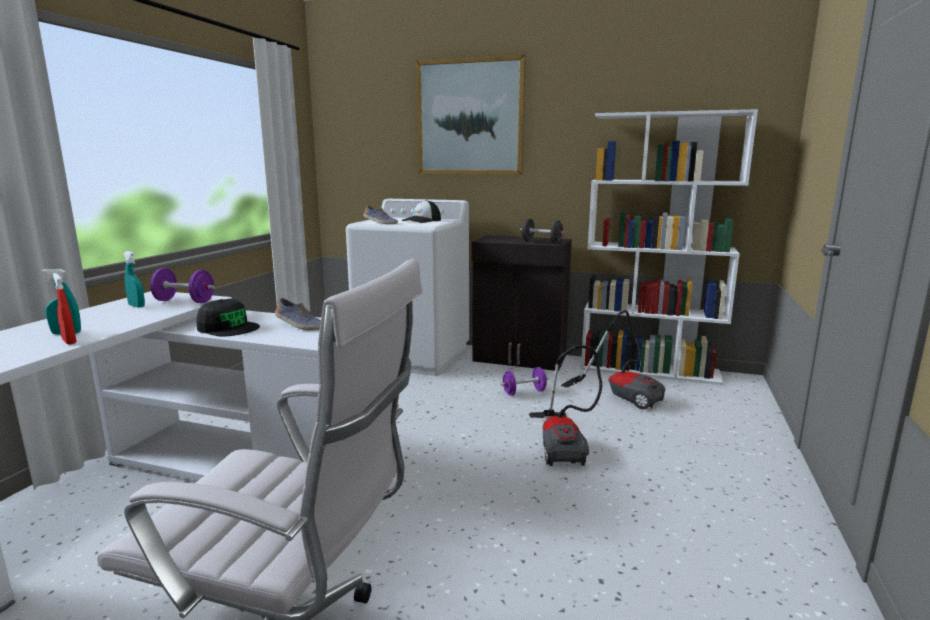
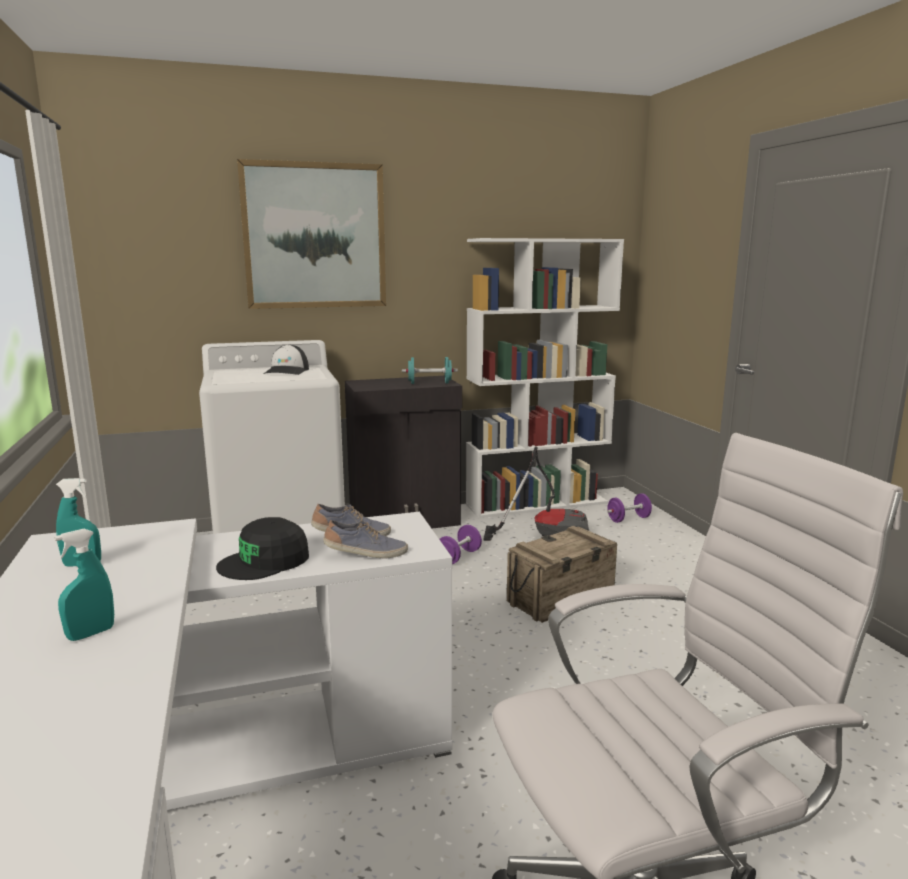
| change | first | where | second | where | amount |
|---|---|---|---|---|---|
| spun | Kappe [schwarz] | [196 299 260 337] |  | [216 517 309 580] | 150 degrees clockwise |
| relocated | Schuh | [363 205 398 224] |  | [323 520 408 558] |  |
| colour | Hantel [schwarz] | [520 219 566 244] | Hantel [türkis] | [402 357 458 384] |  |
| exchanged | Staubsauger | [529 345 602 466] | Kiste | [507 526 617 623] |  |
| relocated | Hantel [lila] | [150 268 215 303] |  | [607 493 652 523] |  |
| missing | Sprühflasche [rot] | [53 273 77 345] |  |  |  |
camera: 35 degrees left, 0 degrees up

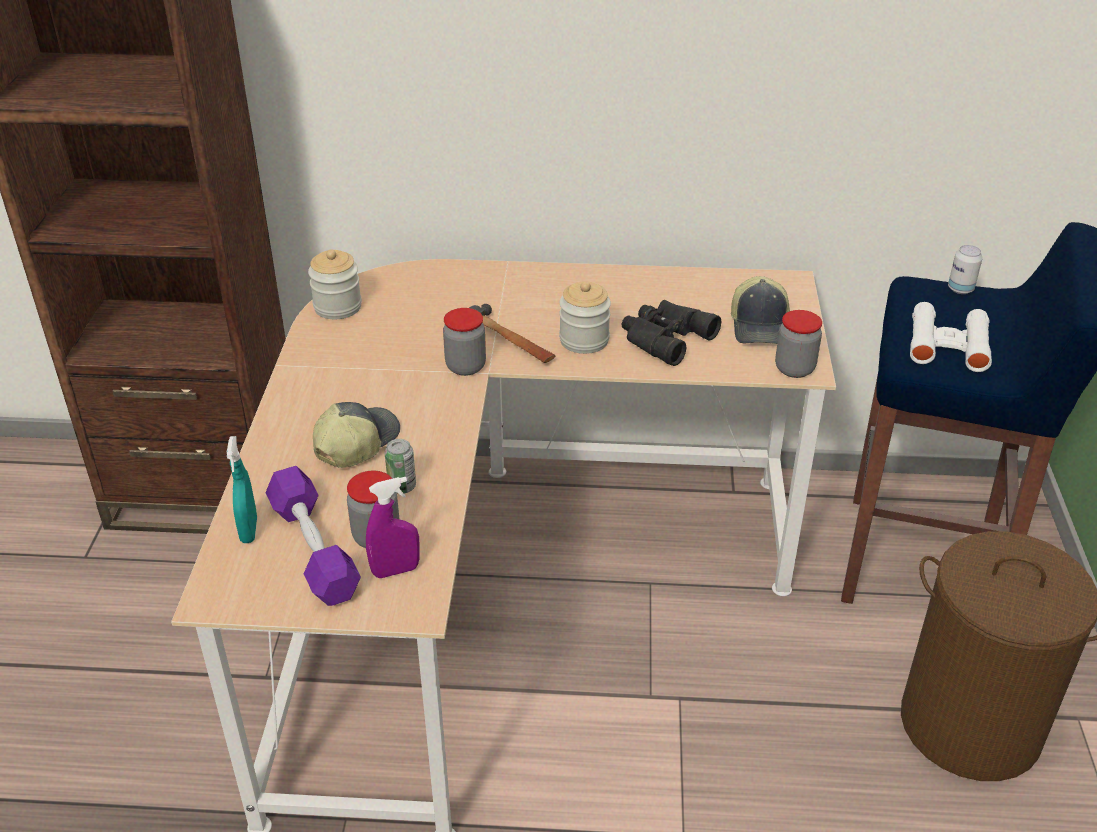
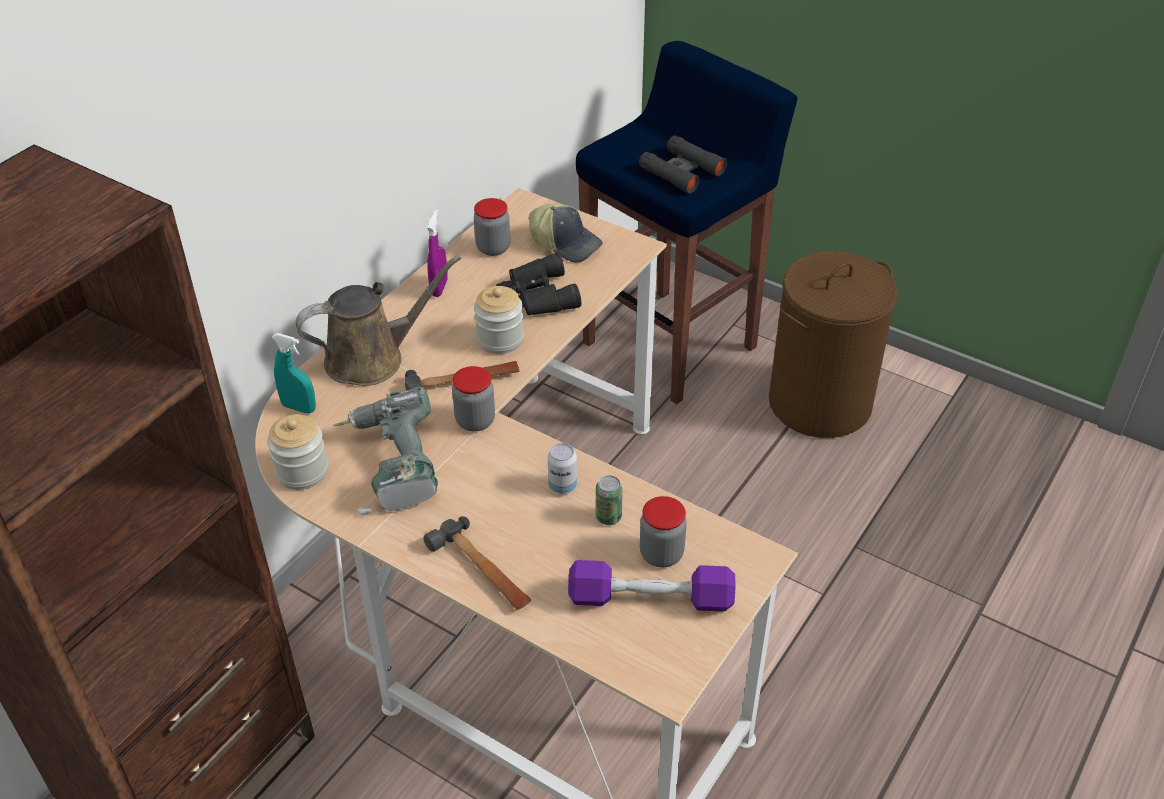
| change | first | where | second | where | amount |
|---|---|---|---|---|---|
| relocated | Sprühflasche [türkis] | [227 436 257 543] |  | [272 333 316 414] |  |
| appeared |  |  | Gießkanne [braun] | [296 255 461 386] |  |
| appeared |  |  | Bohrmaschine | [333 386 438 515] |  |
| appeared |  |  | Hammer | [423 516 531 610] |  |
| relocated | Sprühflasche [lila] | [366 477 420 578] |  | [427 209 448 297] |  |
| relocated | Vorratsglas | [775 310 822 378] |  | [474 198 510 256] |  |
| relocated | Dose | [948 245 983 294] |  | [548 443 577 494] |  |
| colour | Fernglas [weiß] | [910 302 992 372] | Fernglas [schwarz] | [639 135 727 194] |  |
| missing | Kappe | [313 402 400 468] |  |  |  |
camera: 60 degrees left, 5 degrees up

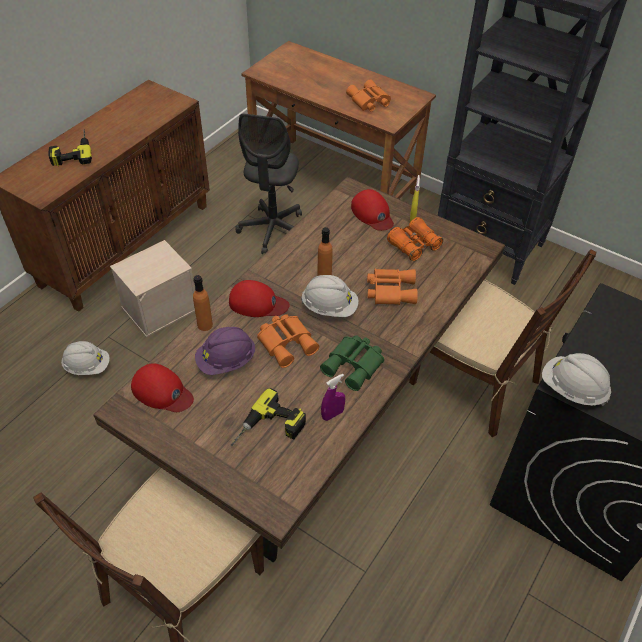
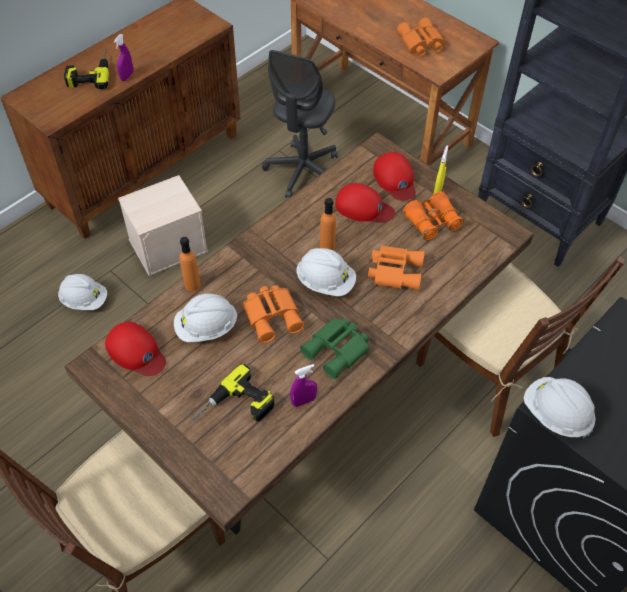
| change | first | where | second | where | amount |
|---|---|---|---|---|---|
| appeared |  |  | Sprühflasche [lila] | [114 34 133 81] |  |
| colour | Schutzhelm [lila] | [195 327 255 375] | Schutzhelm [weiß] | [174 294 238 342] |  |
| relocated | Kappe [rot] | [229 280 290 317] |  | [335 183 395 223] |  |
camera: 10 degrees right, 5 degrees up

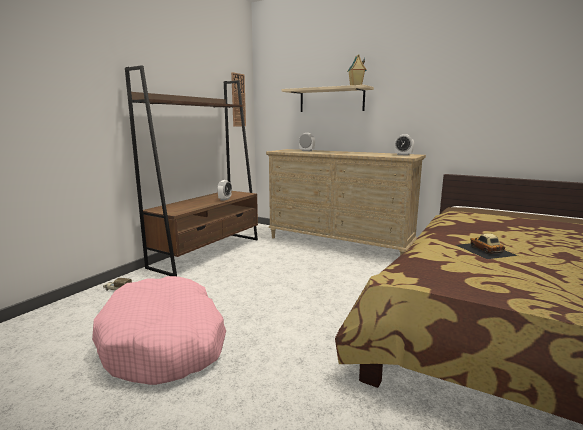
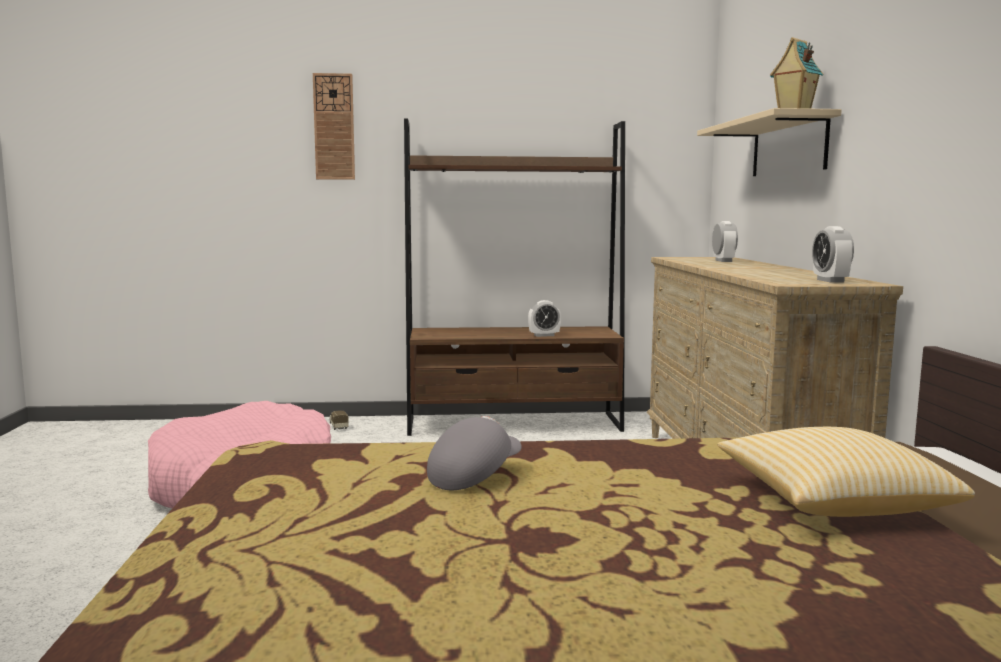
| change | first | where | second | where | amount |
|---|---|---|---|---|---|
| relocated | Wanduhr | [231 72 246 126] |  | [313 73 355 180] |  |
| exchanged | Spielzeugauto | [456 233 518 259] | Kappe [grau] | [427 416 522 490] |  |
| appeared |  |  | Kissen | [717 427 975 517] |  |
camera: 55 degrees right, 5 degrees down

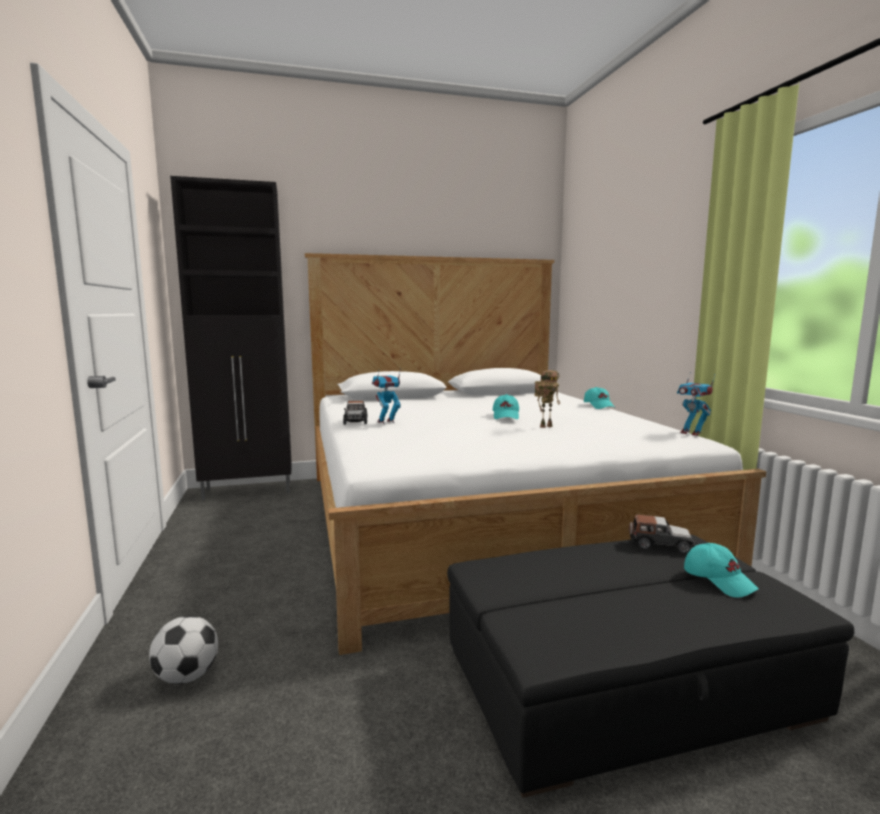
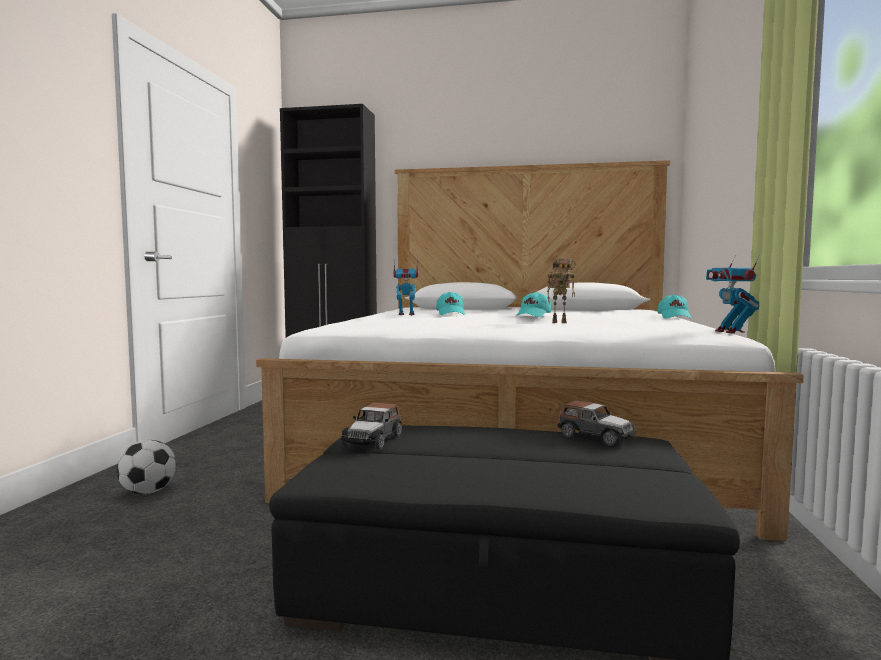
| change | first | where | second | where | amount |
|---|---|---|---|---|---|
| relocated | Spielzeugauto | [343 401 368 424] |  | [341 403 402 449] |  |
| relocated | Kappe [türkis] | [684 543 759 598] |  | [436 292 465 315] |  |
camera: 25 degrees right, 5 degrees down

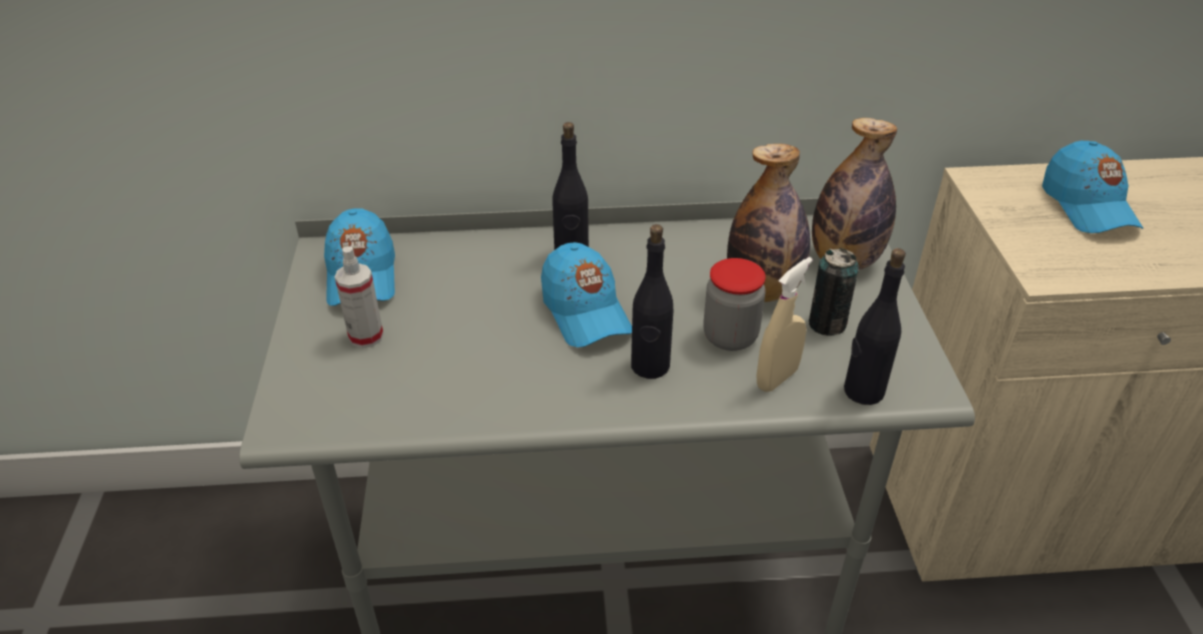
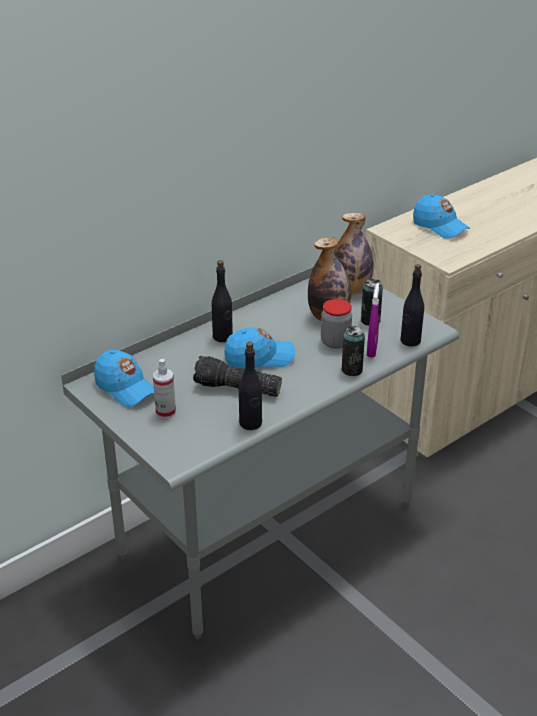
| change | first | where | second | where | amount |
|---|---|---|---|---|---|
| appeared |  |  | Taschenlampe | [193 356 282 396] |  |
| spun | Kappe [blau] | [541 242 632 347] |  | [224 327 295 369] | 45 degrees counterclockwise |
| relocated | Flasche [schwarz] | [631 224 673 379] |  | [239 342 262 430] |  |
| appeared |  |  | Dose | [342 326 365 376] |  |
| colour | Sprühflasche [beige] | [756 257 813 392] | Sprühflasche [lila] | [367 283 379 358] |  |
camera: 35 degrees left, 5 degrees down

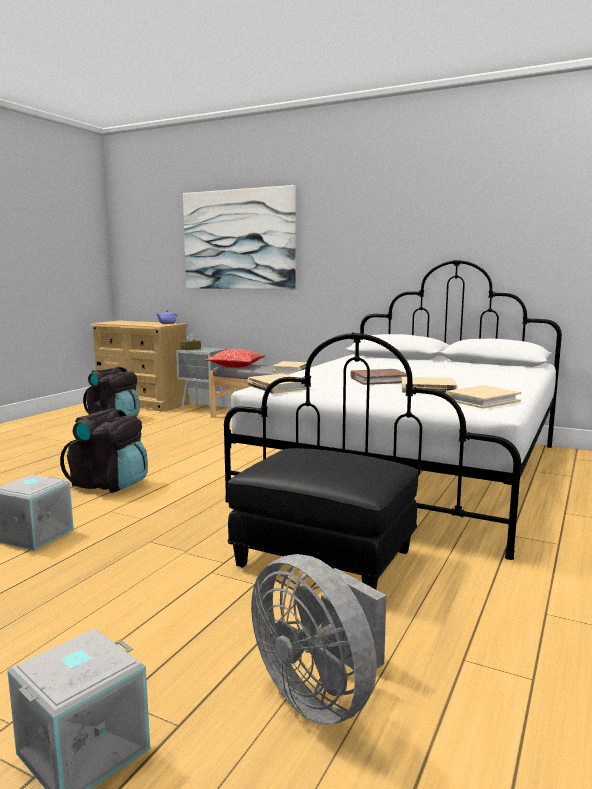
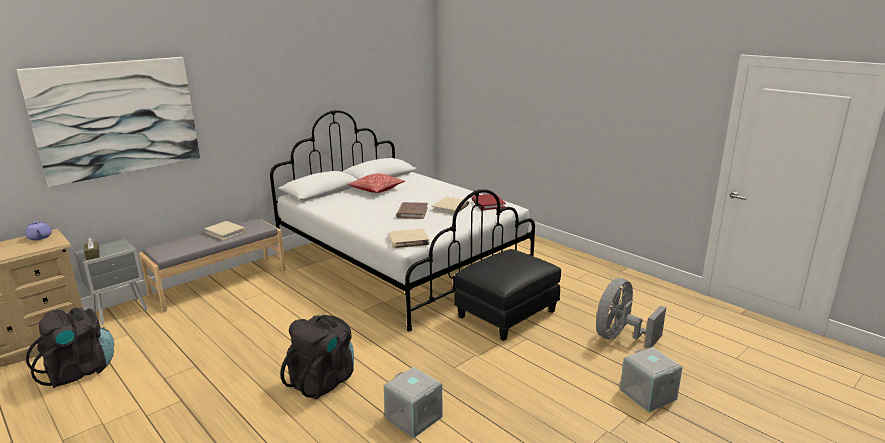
| change | first | where | second | where | amount |
|---|---|---|---|---|---|
| relocated | Kissen | [206 349 266 367] |  | [348 174 405 193] |  |
| colour | Buch [beige] | [446 385 521 408] | Buch [rot] | [472 194 506 210] |  |
| spun | Ventilator [grau] | [251 554 386 725] |  | [596 278 666 348] | 150 degrees clockwise |
camera: 70 degrees left, 10 degrees up

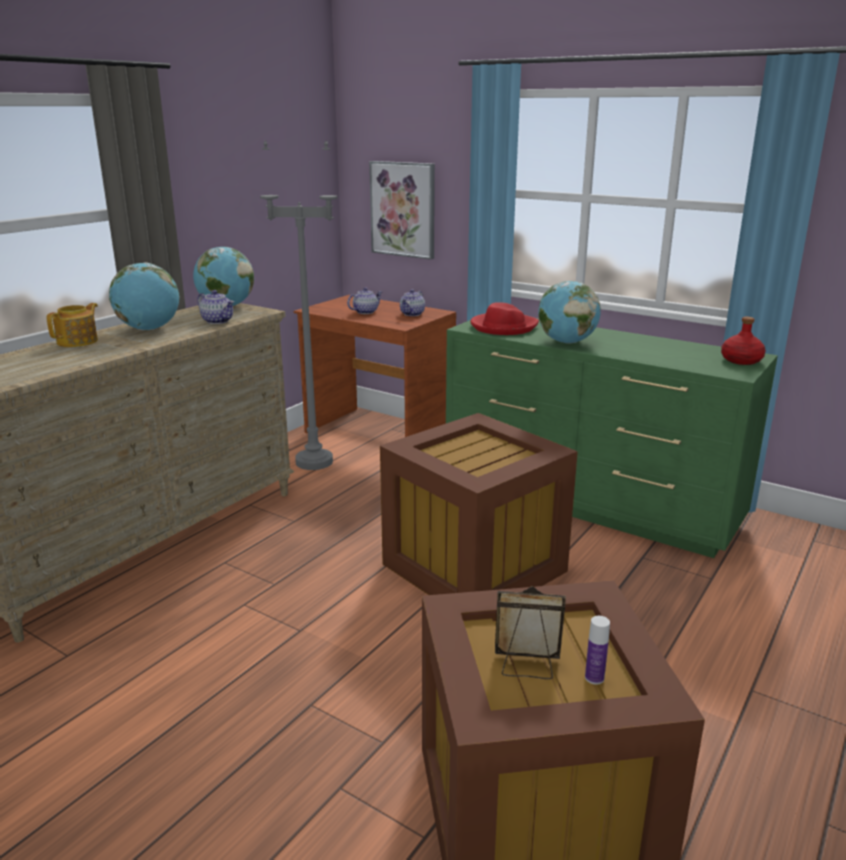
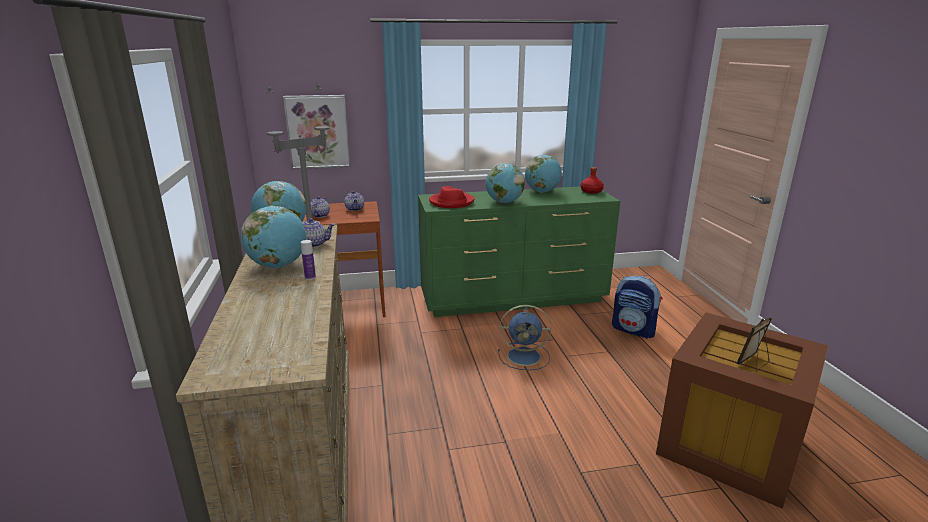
| change | first | where | second | where | amount |
|---|---|---|---|---|---|
| relocated | Flasche | [585 616 610 685] |  | [301 240 316 280] |  |
| exchanged | Aufbewahrungsbox [braun] | [380 413 578 595] | Ventilator [blau] | [498 305 551 370] |  |
| appeared |  |  | Globus | [525 155 562 192] |  |
| appeared |  |  | Rucksack | [612 275 663 339] |  |
| missing | Teekanne | [46 303 98 347] |  |  |  |
camera: 45 degrees left, 0 degrees up

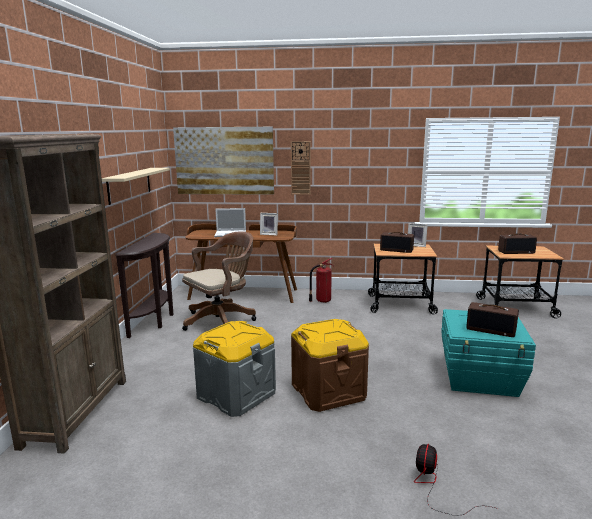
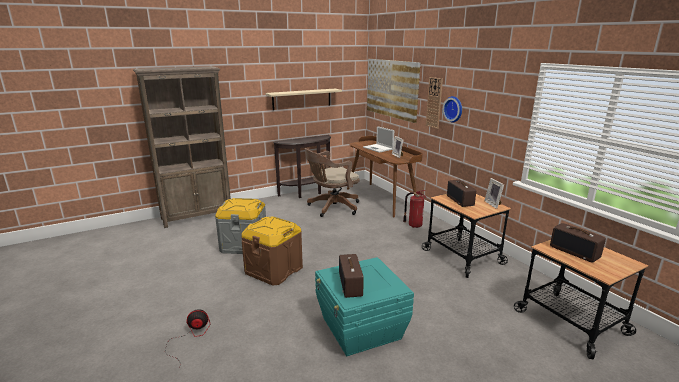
| change | first | where | second | where | amount |
|---|---|---|---|---|---|
| spun | Bürostuhl [braun] | [182 231 256 331] |  | [305 148 360 217] | 135 degrees clockwise |
| appeared |  |  | Wanduhr | [443 96 462 123] |  |
camera: 55 degrees right, 5 degrees up

